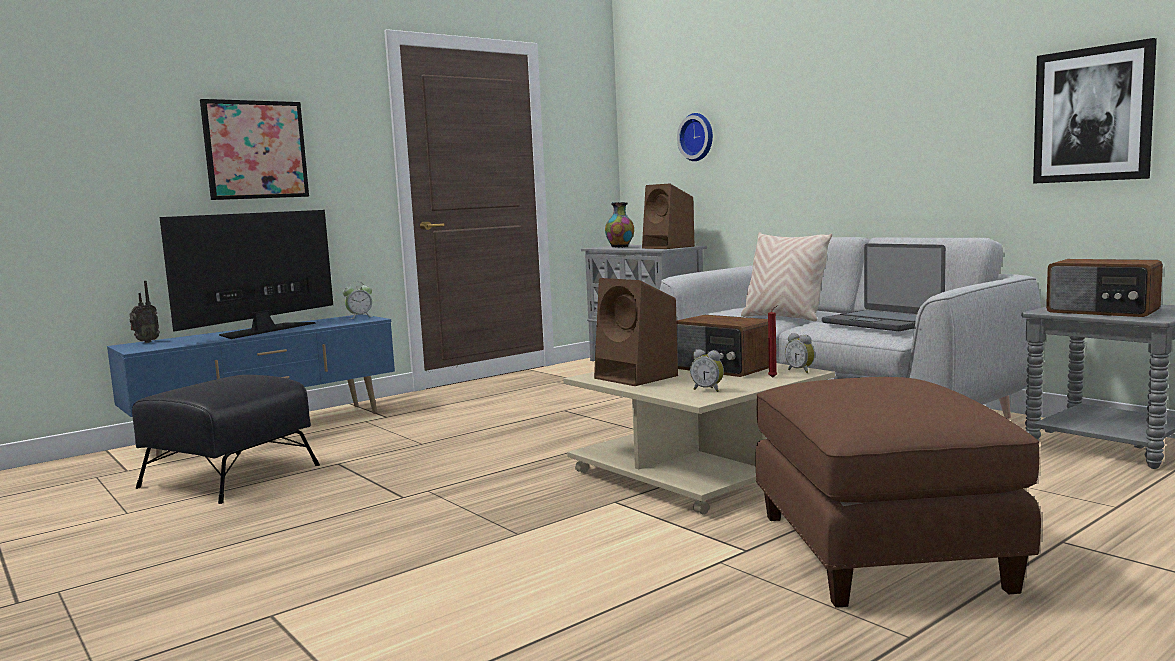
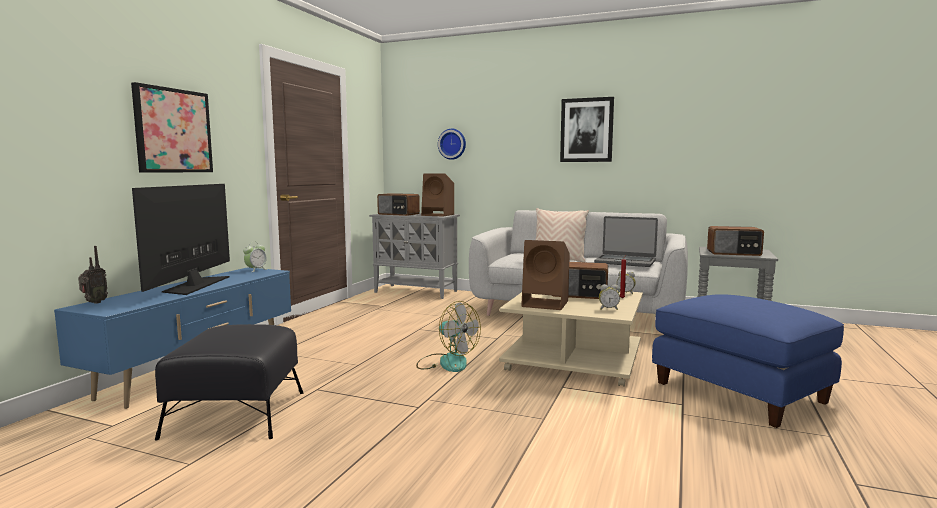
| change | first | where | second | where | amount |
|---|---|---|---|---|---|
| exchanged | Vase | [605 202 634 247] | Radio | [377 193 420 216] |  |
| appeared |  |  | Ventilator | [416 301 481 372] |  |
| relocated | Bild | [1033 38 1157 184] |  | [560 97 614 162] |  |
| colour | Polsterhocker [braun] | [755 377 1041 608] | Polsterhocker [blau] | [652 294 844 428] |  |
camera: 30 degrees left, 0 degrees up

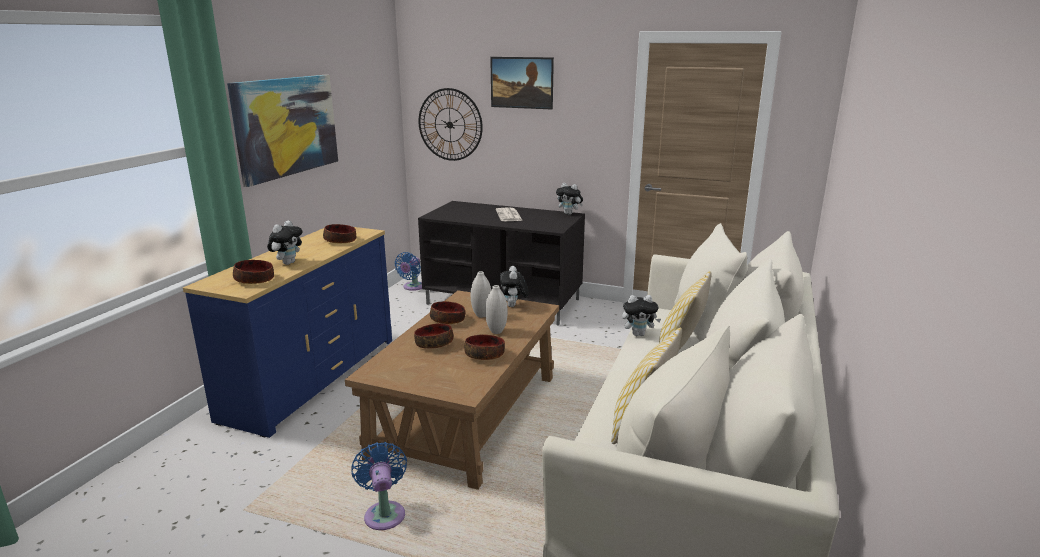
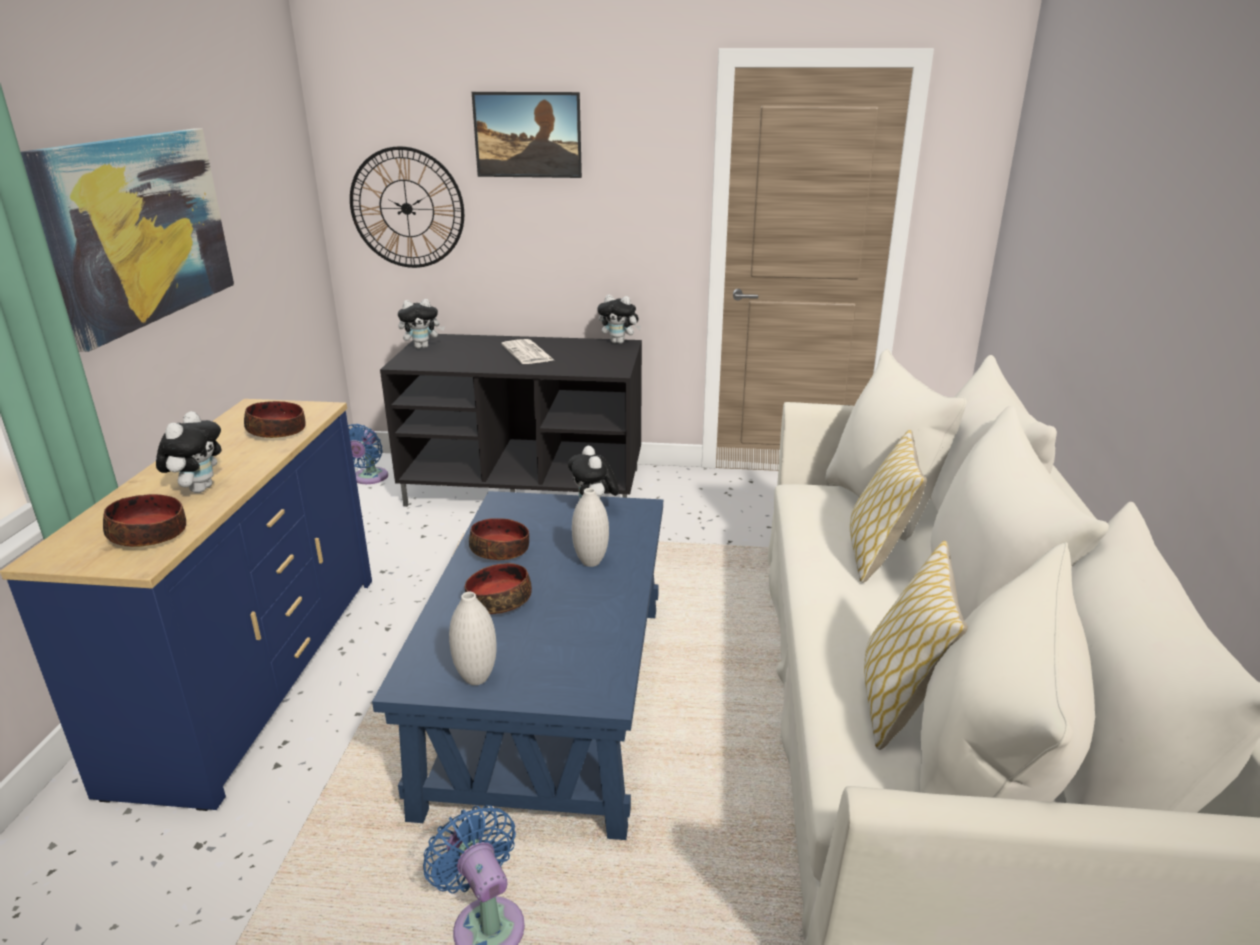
| change | first | where | second | where | amount |
|---|---|---|---|---|---|
| colour | Couchtisch [braun] | [345 290 559 490] | Couchtisch [blau] | [372 491 663 840] |  |
| relocated | Plüschtier | [622 295 661 336] |  | [398 299 445 349] |  |
| relocated | Vase [weiß] | [471 271 491 318] |  | [449 592 496 685] |  |
| missing | Schüssel | [464 334 505 360] |  |  |  |
camera: 15 degrees left, 5 degrees up

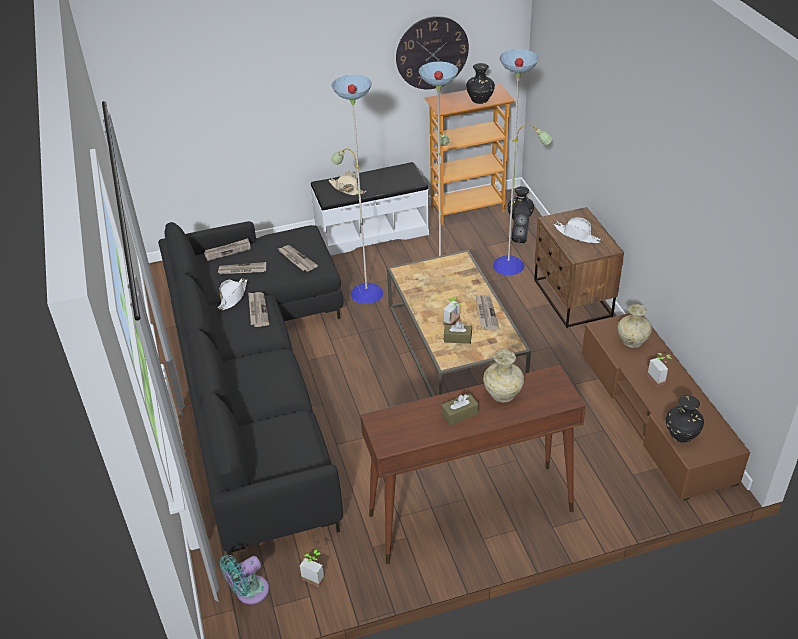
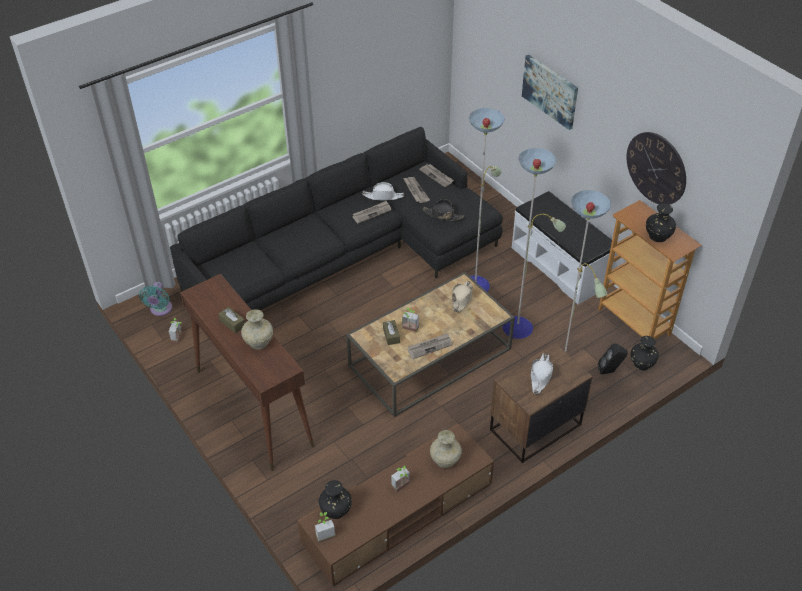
| change | first | where | second | where | amount |
|---|---|---|---|---|---|
| spun | Ventilator [türkis] | [220 555 269 605] |  | [139 282 172 316] | 120 degrees counterclockwise |
| appeared |  |  | Topfpflanze | [315 512 336 543] |  |
| exchanged | Zeitung | [278 245 318 272] | Hut [schwarz] | [423 199 464 221] |  |
| relocated | Hut [beige] | [328 171 367 196] |  | [452 281 473 312] |  |
| appeared |  |  | Bild | [522 55 578 130] |  |
camera: 70 degrees right, 5 degrees up

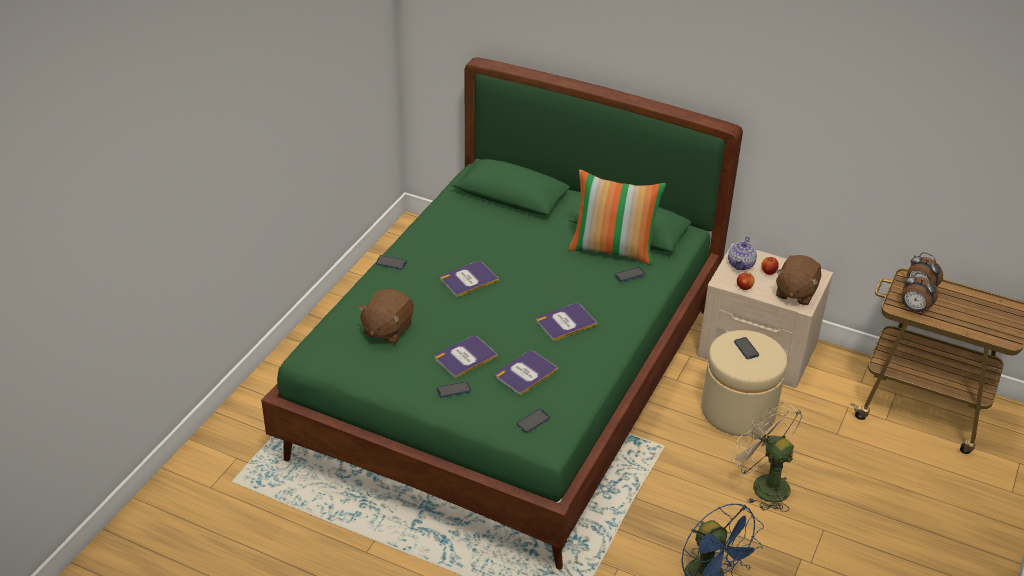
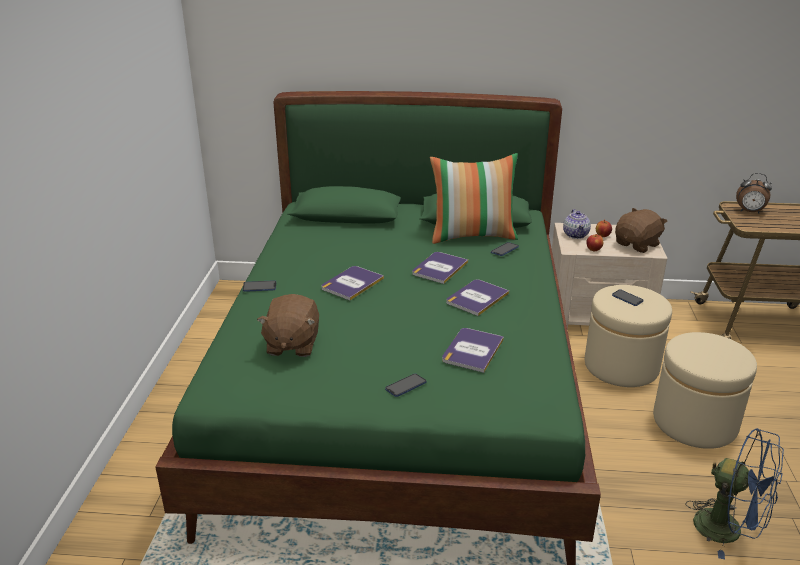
| change | first | where | second | where | amount |
|---|---|---|---|---|---|
| relocated | Buch | [435 336 498 378] |  | [412 252 468 284] |  |
| spun | Plüschtier [braun] | [776 255 821 305] |  | [615 208 668 253] | 135 degrees counterclockwise |
| exchanged | Ventilator [beige] | [731 401 802 512] | Polsterhocker [beige] | [653 332 757 449] |  |
| missing | Handy | [517 409 550 433] |  |  |  |
| missing | Wecker | [901 272 938 313] |  |  |  |
camera: 20 degrees left, 10 degrees down

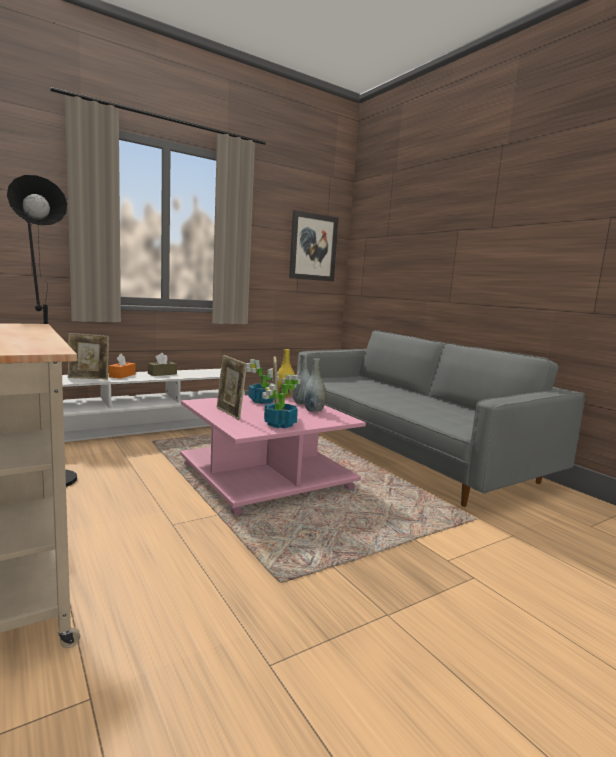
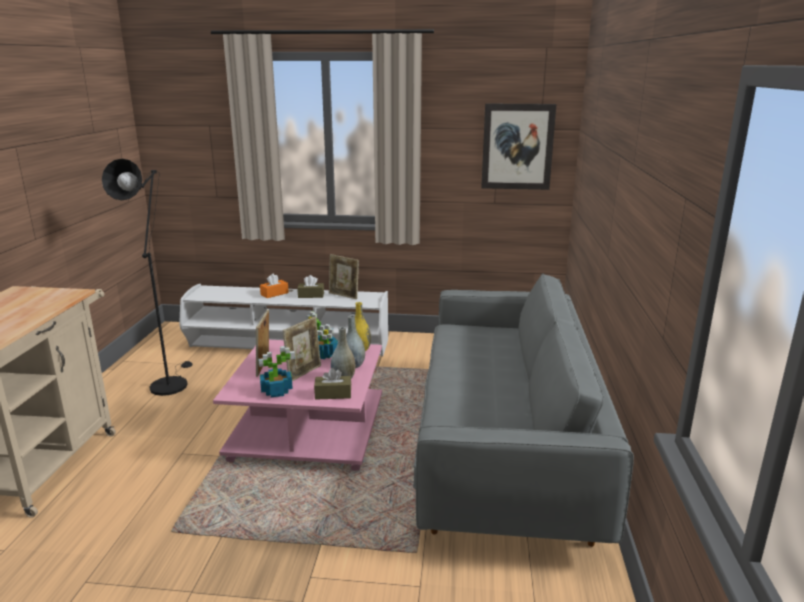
| change | first | where | second | where | amount |
|---|---|---|---|---|---|
| appeared |  |  | Taschentuchbox [braun] | [314 368 351 400] |  |
| relocated | Bilderrahmen | [68 333 109 380] |  | [329 254 359 299] |  |
camera: 40 degrees right, 10 degrees up

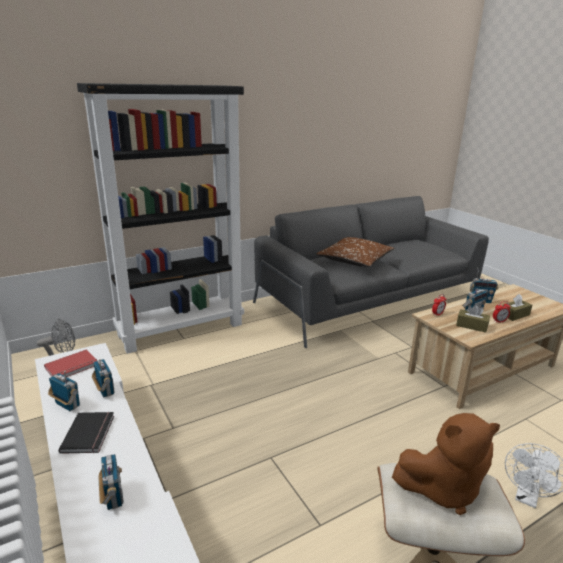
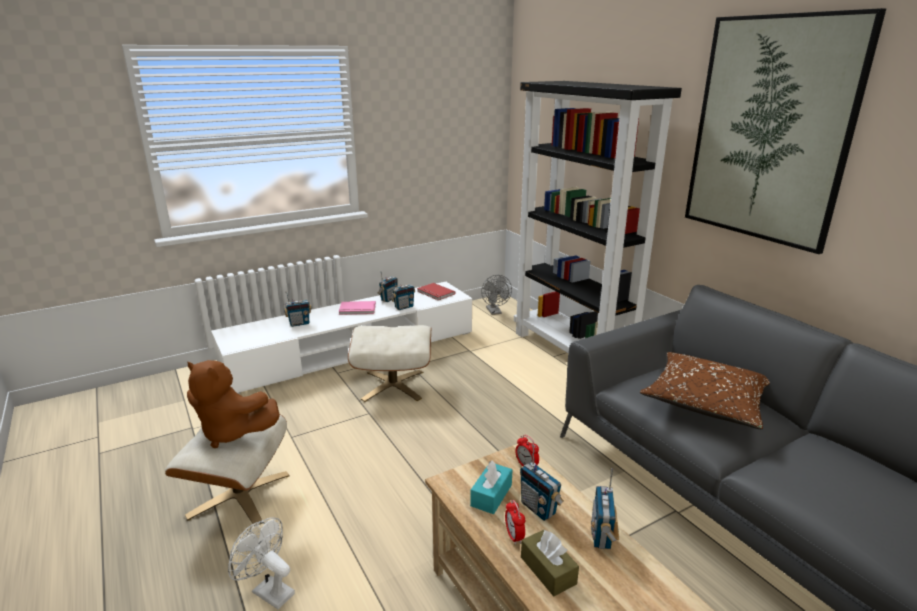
| change | first | where | second | where | amount |
|---|---|---|---|---|---|
| spun | Plüschtier [braun] | [392 413 500 515] |  | [187 360 280 448] | 60 degrees counterclockwise |
| colour | Buch [schwarz] | [58 412 114 454] | Buch [rosa] | [339 301 376 315] |  |
| appeared |  |  | Polsterhocker [beige] | [348 325 432 402] |  |
| colour | Taschentuchbox [braun] | [456 305 490 333] | Taschentuchbox [türkis] | [470 461 512 514] |  |
| appeared |  |  | Bild | [685 8 886 254] |  |
camera: 90 degrees right, 0 degrees up

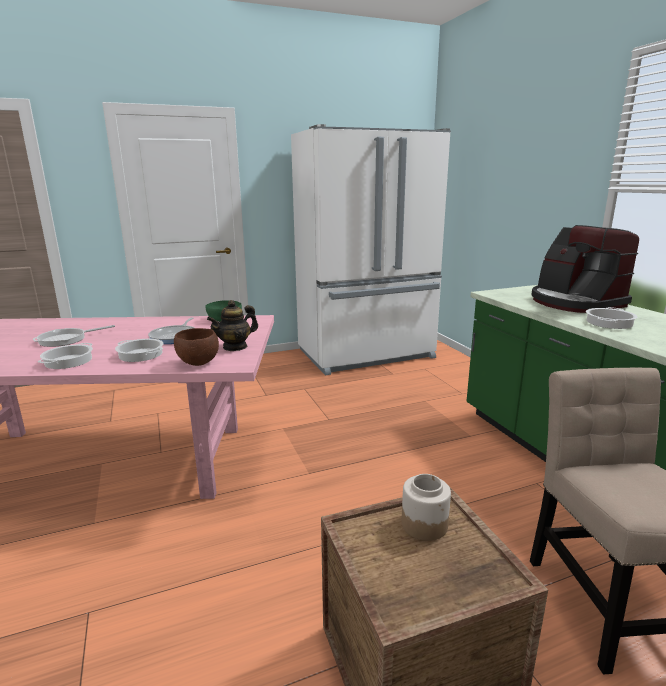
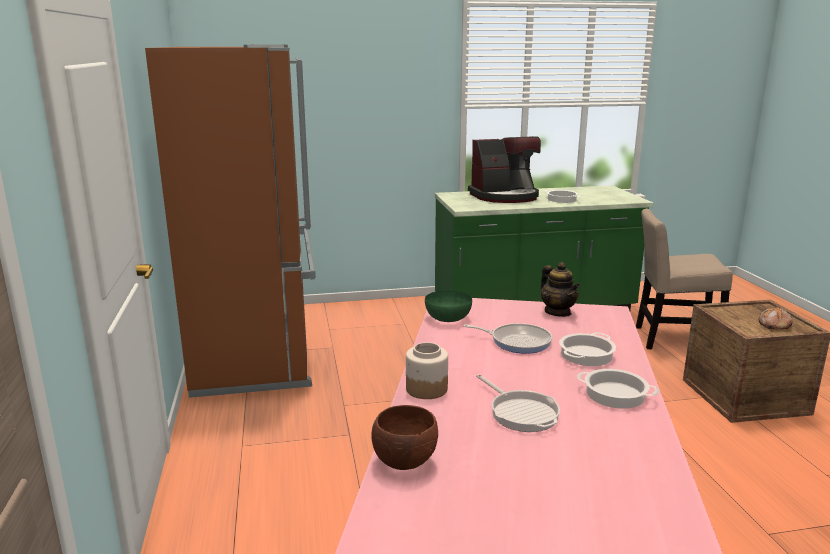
| change | first | where | second | where | amount |
|---|---|---|---|---|---|
| colour | Kühlschrank [weiß] | [291 124 451 375] | Kühlschrank [braun] | [145 44 316 398] |  |
| relocated | Schüssel [braun] | [174 328 219 366] |  | [371 405 438 470] |  |
| relocated | Vorratsglas | [402 474 451 541] |  | [406 342 448 399] |  |
| appeared |  |  | Brot | [759 307 793 329] |  |
camera: 80 degrees left, 0 degrees up

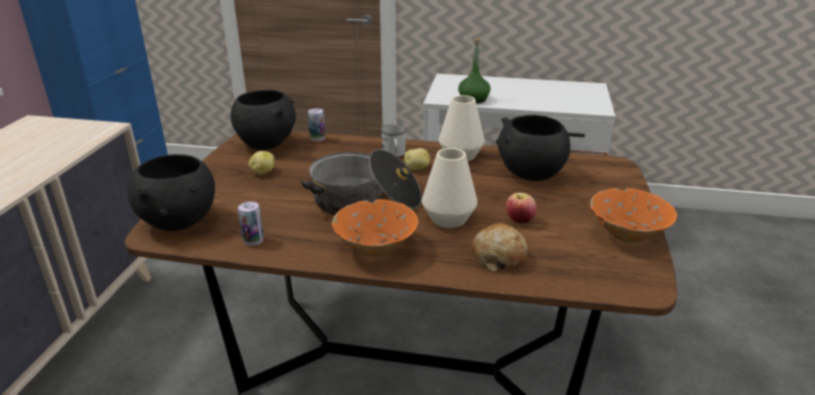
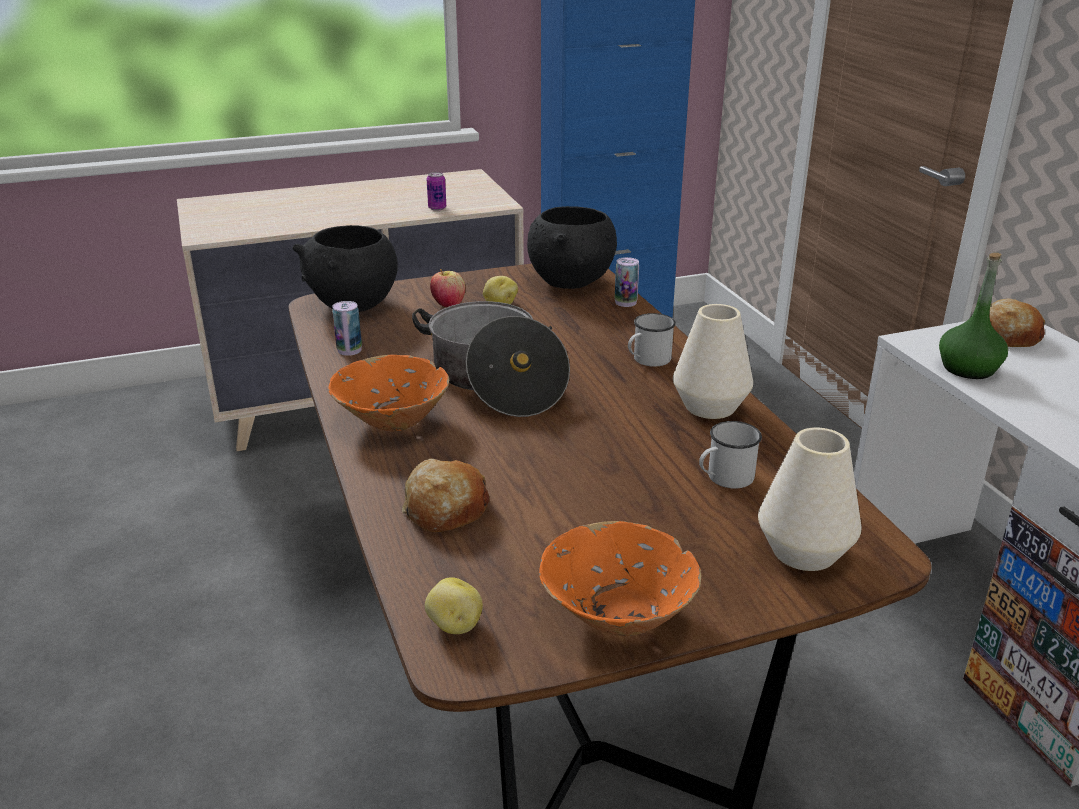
| change | first | where | second | where | amount |
|---|---|---|---|---|---|
| relocated | Kartoffel | [404 148 430 170] |  | [425 577 483 634] |  |
| appeared |  |  | Dose | [427 172 446 210] |  |
| relocated | Apfel | [506 192 536 223] |  | [430 269 465 307] |  |
| exchanged | Schüssel [schwarz] | [496 115 570 181] | Henkelbecher [weiß] | [699 421 762 489] |  |
| relocated | Vase [weiß] | [422 148 477 228] |  | [758 427 862 571] |  |
| appeared |  |  | Brot | [989 298 1045 347] |  |
camera: 60 degrees right, 0 degrees up

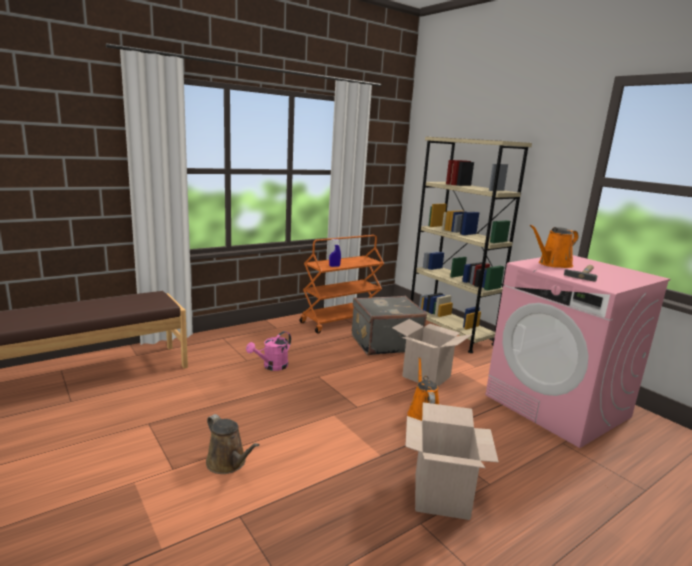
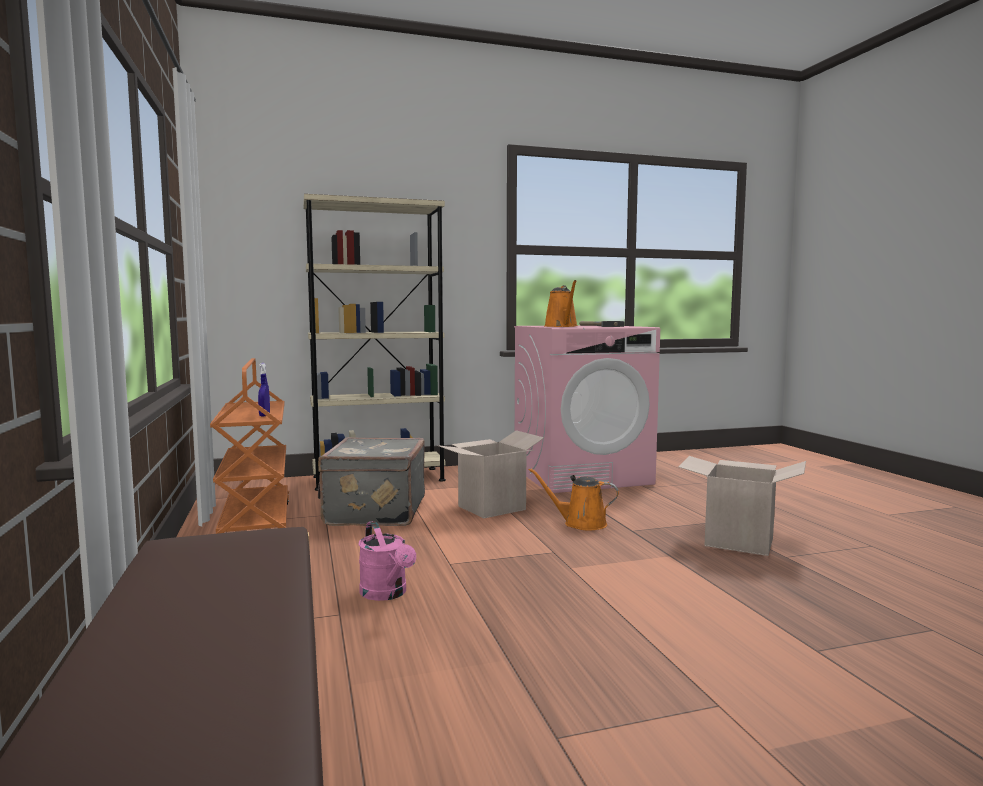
| change | first | where | second | where | amount |
|---|---|---|---|---|---|
| missing | Gießkanne [braun] | [206 414 260 474] |  |  |  |
camera: 70 degrees left, 10 degrees down

